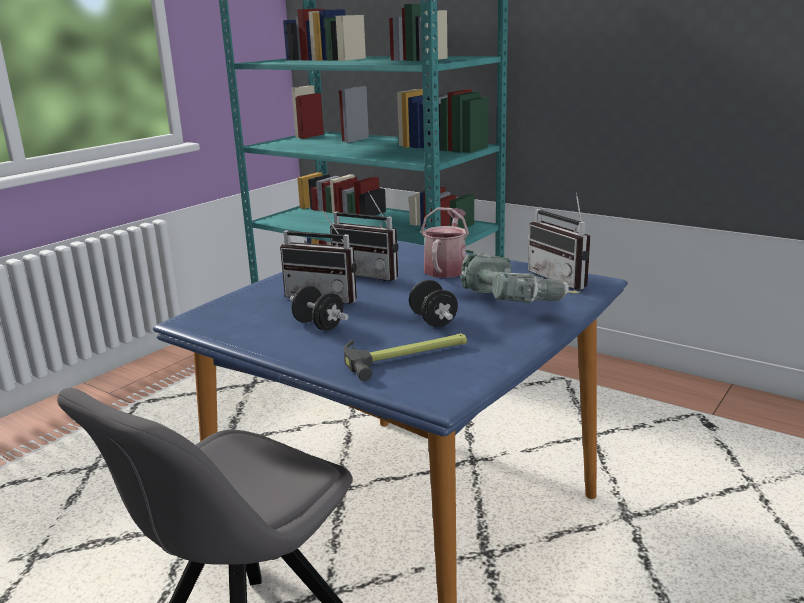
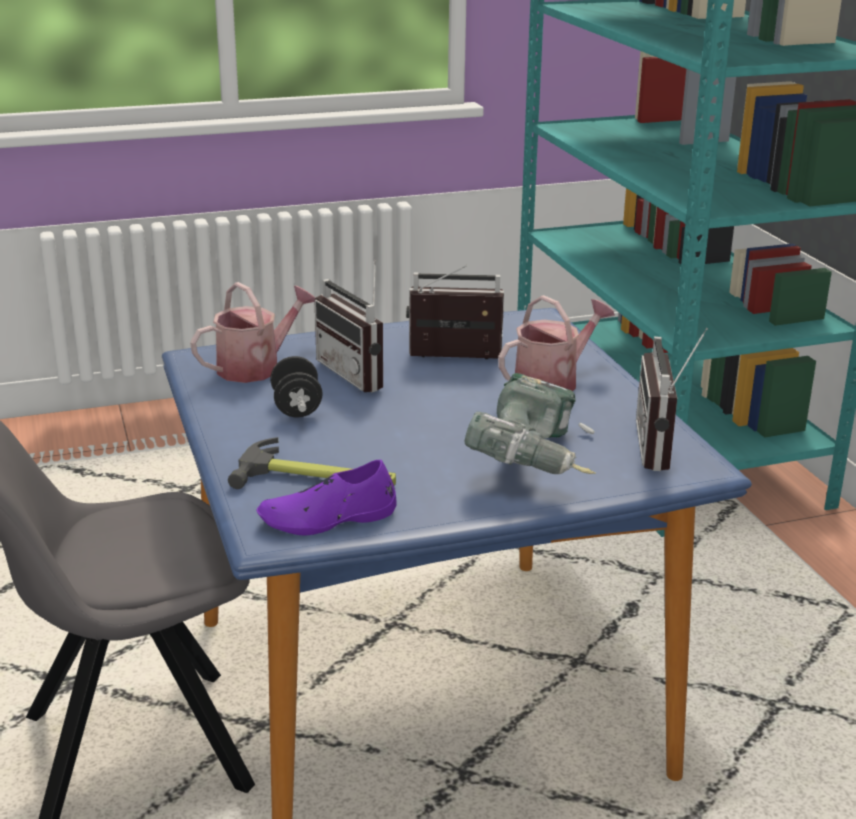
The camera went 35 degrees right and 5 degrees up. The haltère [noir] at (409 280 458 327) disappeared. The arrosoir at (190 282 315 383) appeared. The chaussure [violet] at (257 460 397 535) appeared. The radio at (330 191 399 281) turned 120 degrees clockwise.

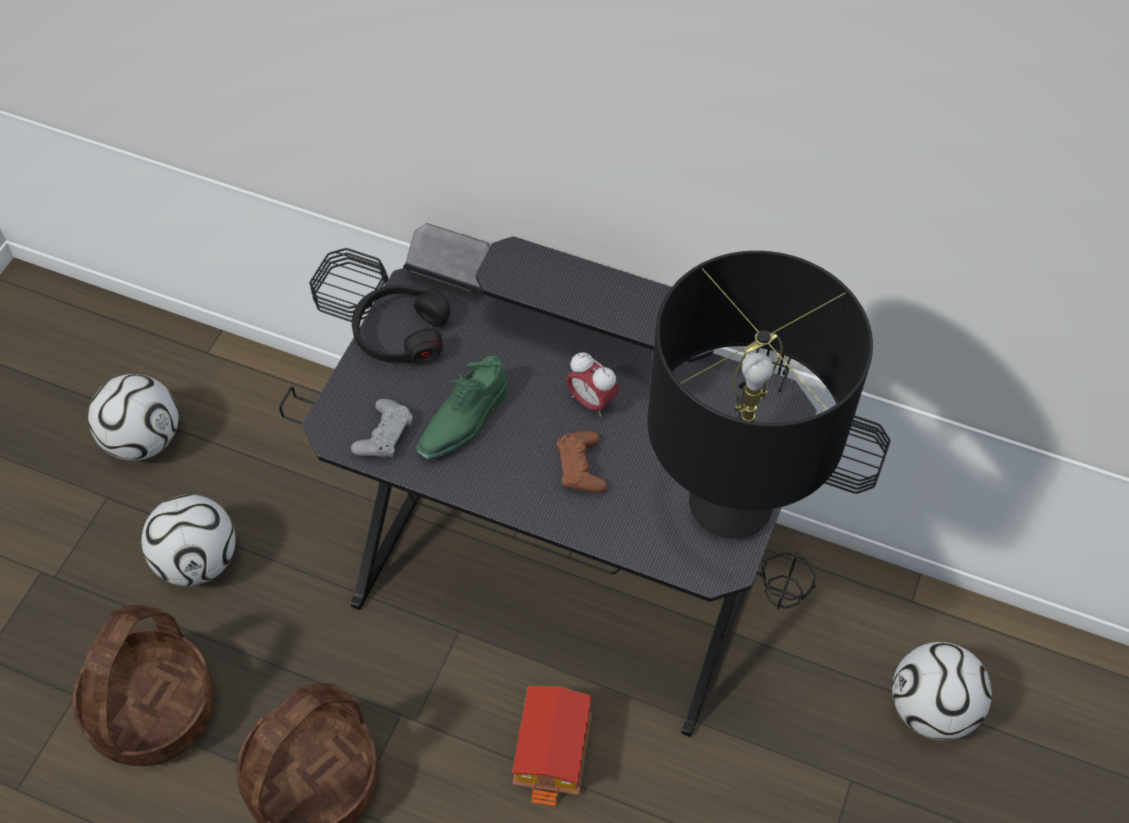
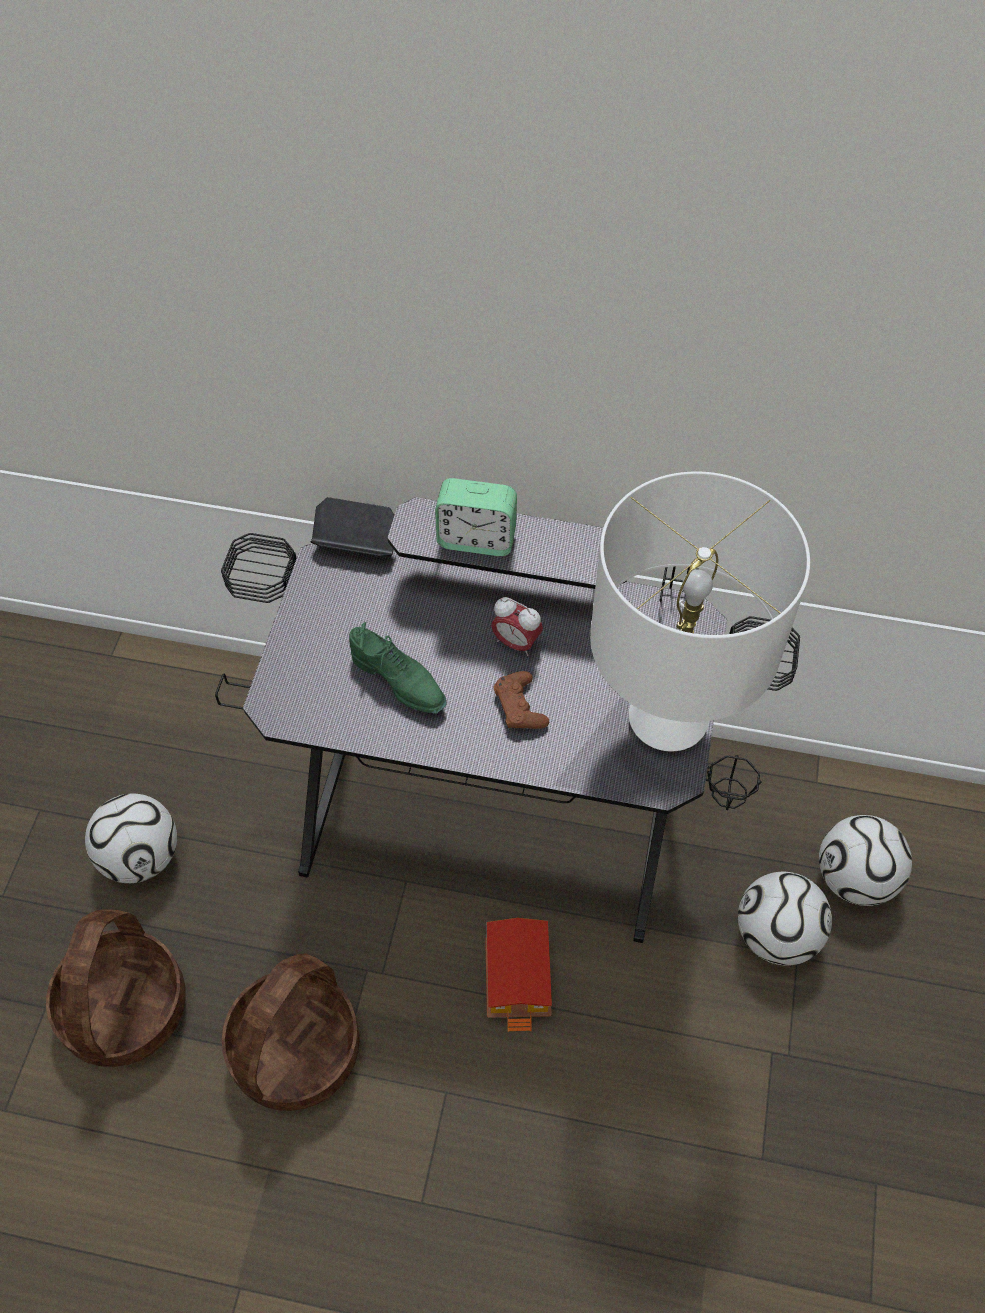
The camera went 10 degrees left and 0 degrees up. The manette [gris] at (351 399 413 458) disappeared. The casque audio [noir] at (352 284 450 364) disappeared. The réveil at (435 478 517 556) appeared. The ballon de foot moved from (88 374 178 461) to (738 872 832 965). The lampe de table [noir] at (647 251 873 539) became the lampe de table [blanc] at (590 472 810 751). The chaussure [vert] at (417 355 508 459) turned 75 degrees counterclockwise.

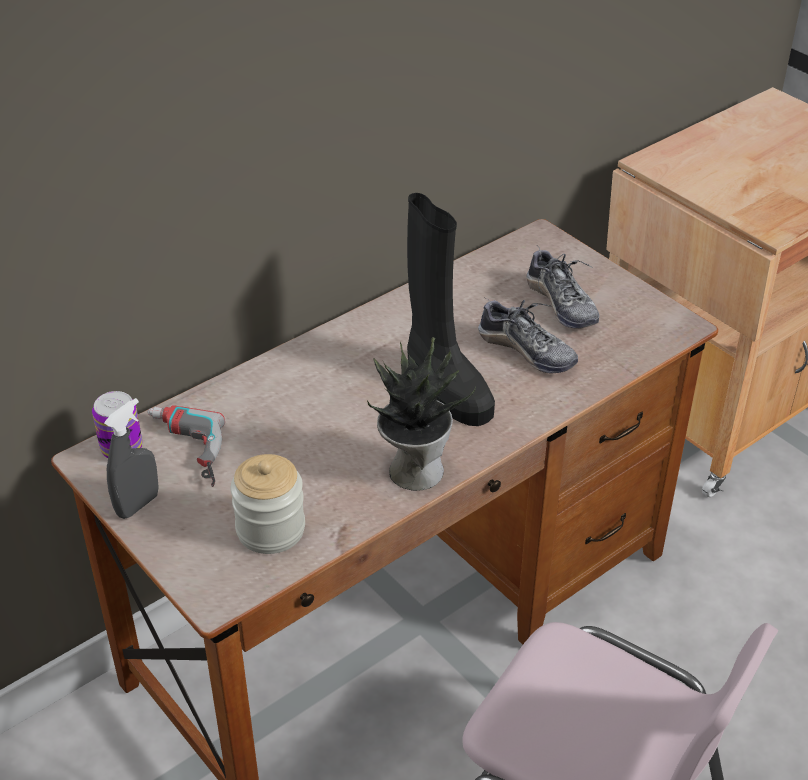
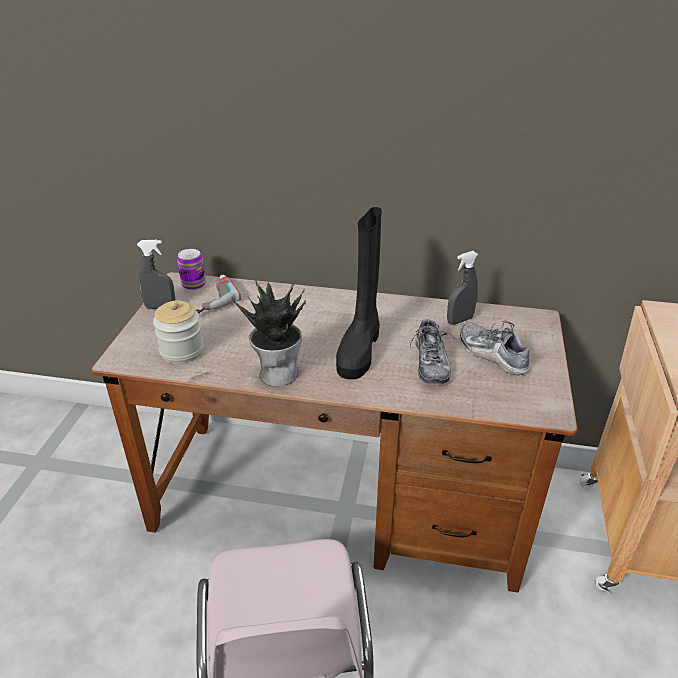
The camera went 50 degrees right and 5 degrees down. The vaporisateur [gris] at (447 251 479 325) appeared. The chaussure at (526 247 599 329) turned 120 degrees clockwise.

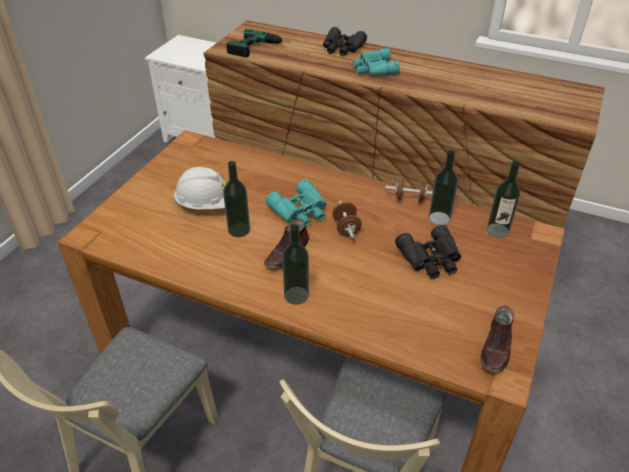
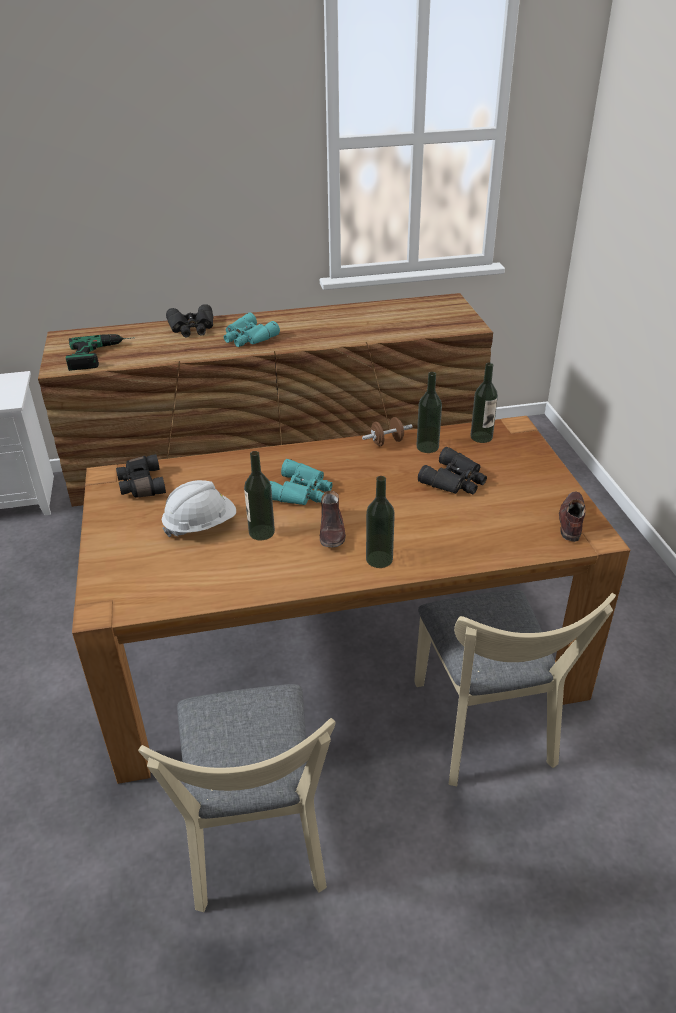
The camera went 35 degrees left and 5 degrees down. The haltère [marron] at (332 201 362 238) disappeared. The jumelles [noir] at (116 454 166 498) appeared. The chaussure [marron] at (481 306 514 373) turned 150 degrees counterclockwise.

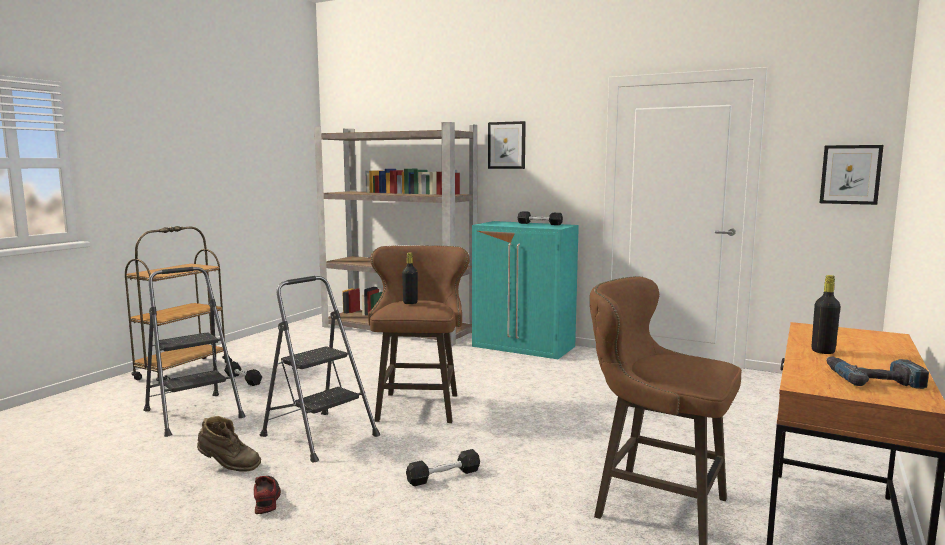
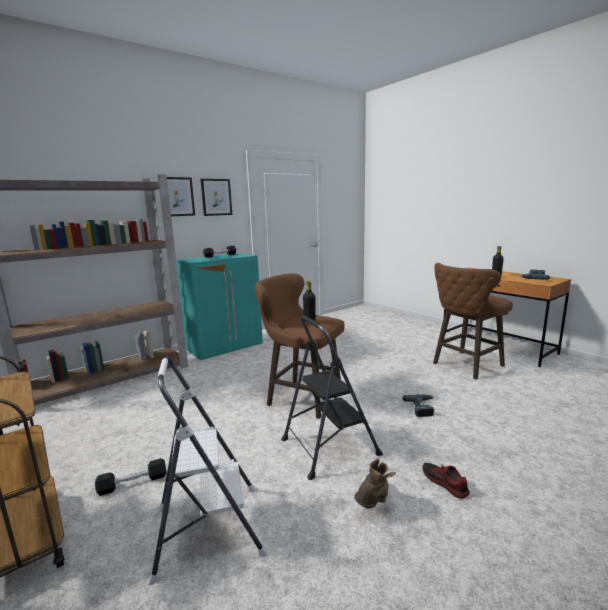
The camera went 65 degrees left and 5 degrees up. The tableau moved from (820 145 884 205) to (200 179 232 216). The haltère [noir] at (406 449 480 486) was replaced by the perceuse at (403 394 434 417). The escabeau [noir] at (143 267 246 437) became the escabeau [blanc] at (147 357 269 586). The chaussure at (254 476 281 514) turned 45 degrees clockwise.

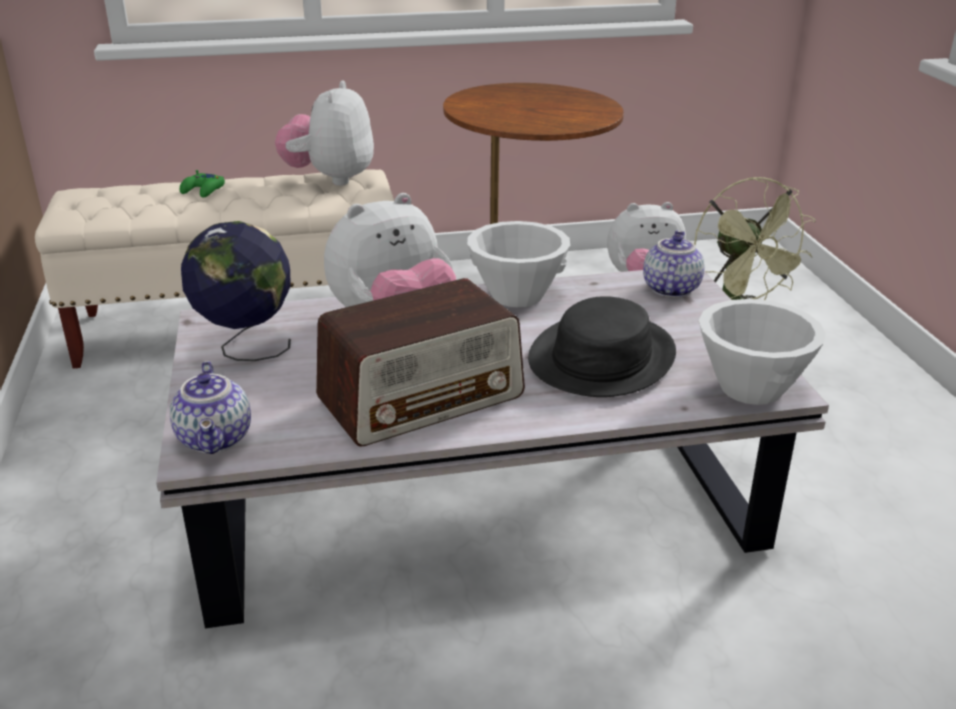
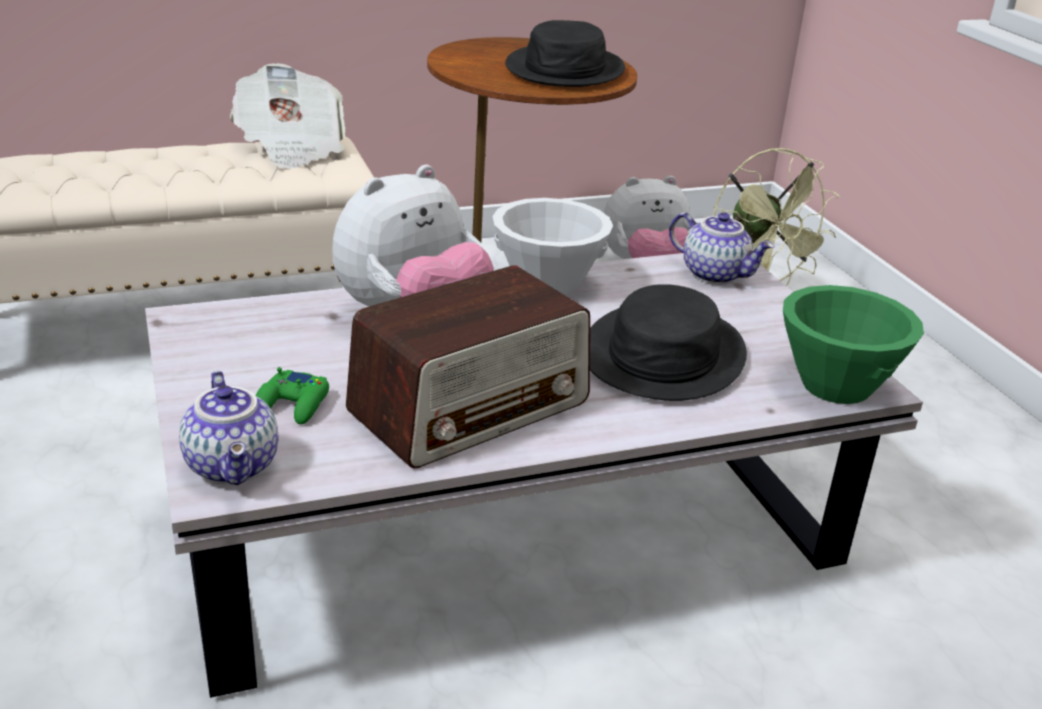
The camera went 10 degrees left and 0 degrees up. The globe at (181 221 291 361) disappeared. The chapeau [noir] at (505 20 625 87) appeared. The manette [vert] moved from (180 170 225 198) to (256 367 329 424). The peluche at (275 81 374 186) was replaced by the journal at (230 63 345 169). The bol [blanc] at (699 299 826 405) became the bol [vert] at (783 285 924 404). The théière at (643 230 705 298) turned 120 degrees clockwise.

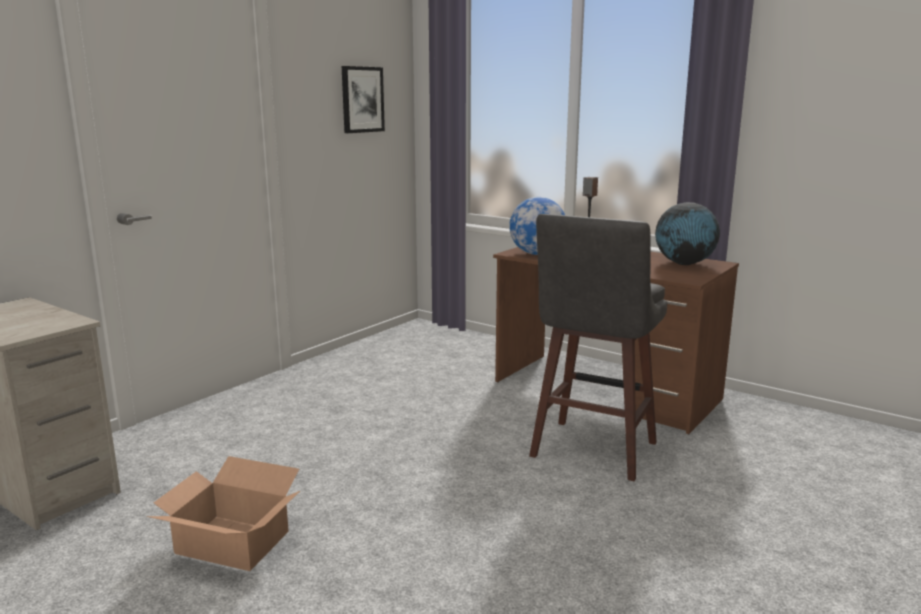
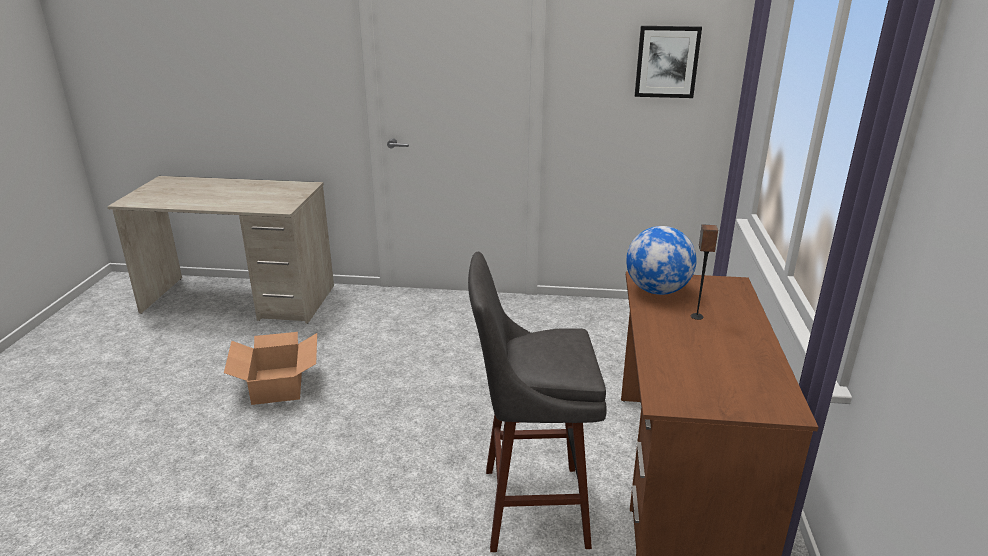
The camera went 60 degrees right and 10 degrees up. The globe at (655 202 720 265) disappeared.

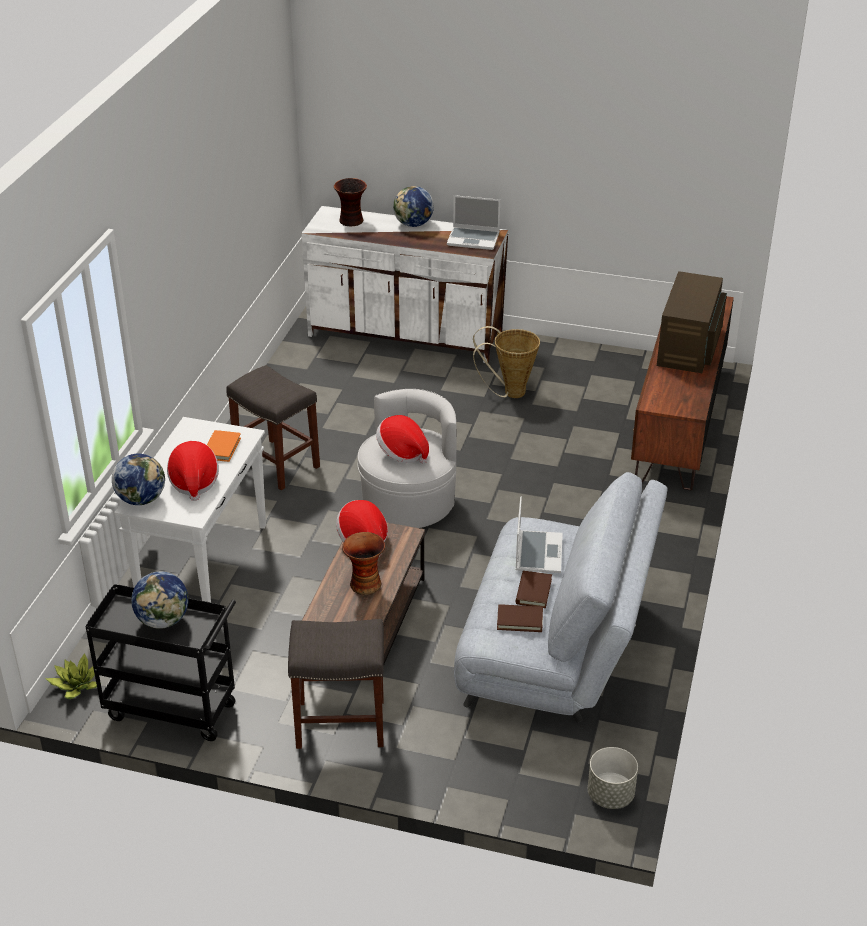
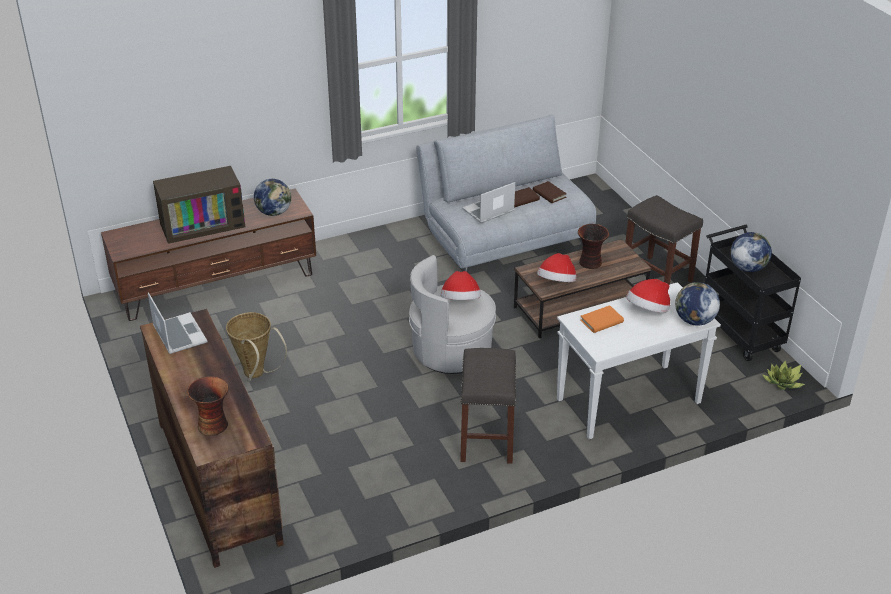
The camera went 130 degrees left and 0 degrees up. The cache-pot [gris] at (588 747 638 809) disappeared. The globe moved from (393 186 434 227) to (254 179 291 216). The meuble de rangement [blanc] at (301 206 508 363) became the meuble de rangement [marron] at (140 309 284 568).

